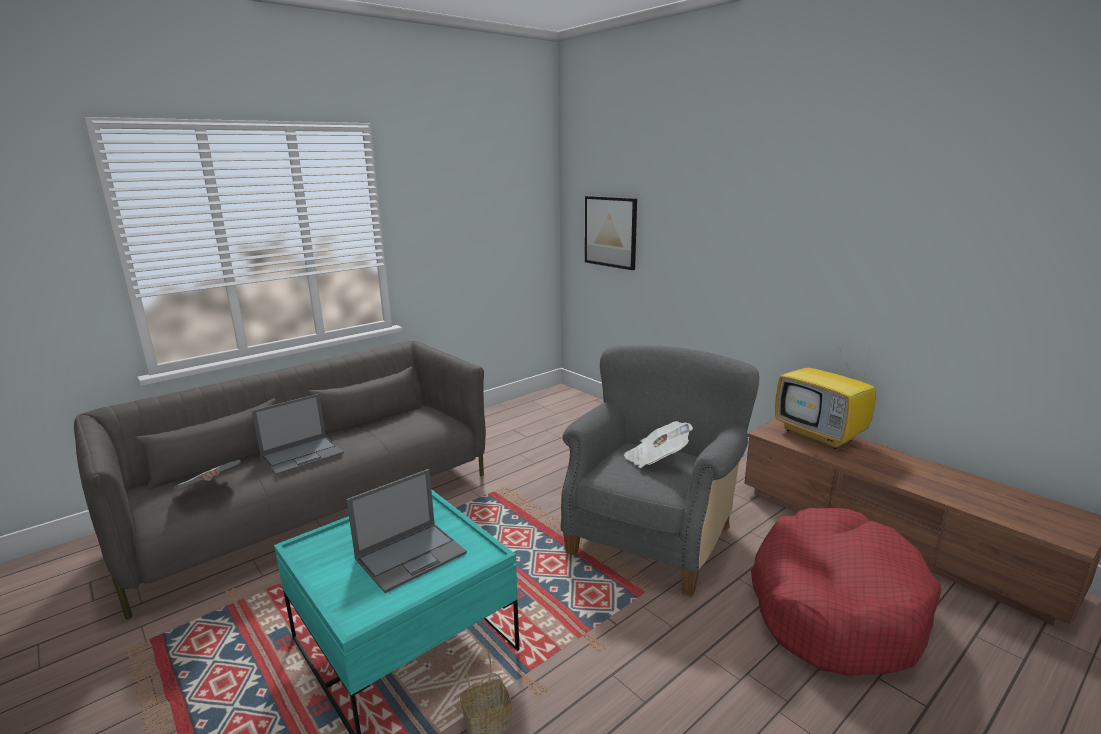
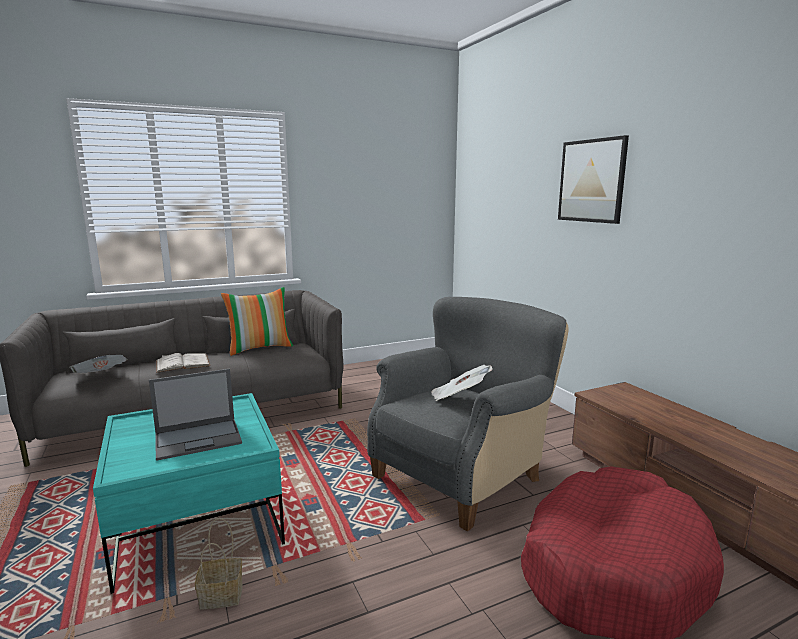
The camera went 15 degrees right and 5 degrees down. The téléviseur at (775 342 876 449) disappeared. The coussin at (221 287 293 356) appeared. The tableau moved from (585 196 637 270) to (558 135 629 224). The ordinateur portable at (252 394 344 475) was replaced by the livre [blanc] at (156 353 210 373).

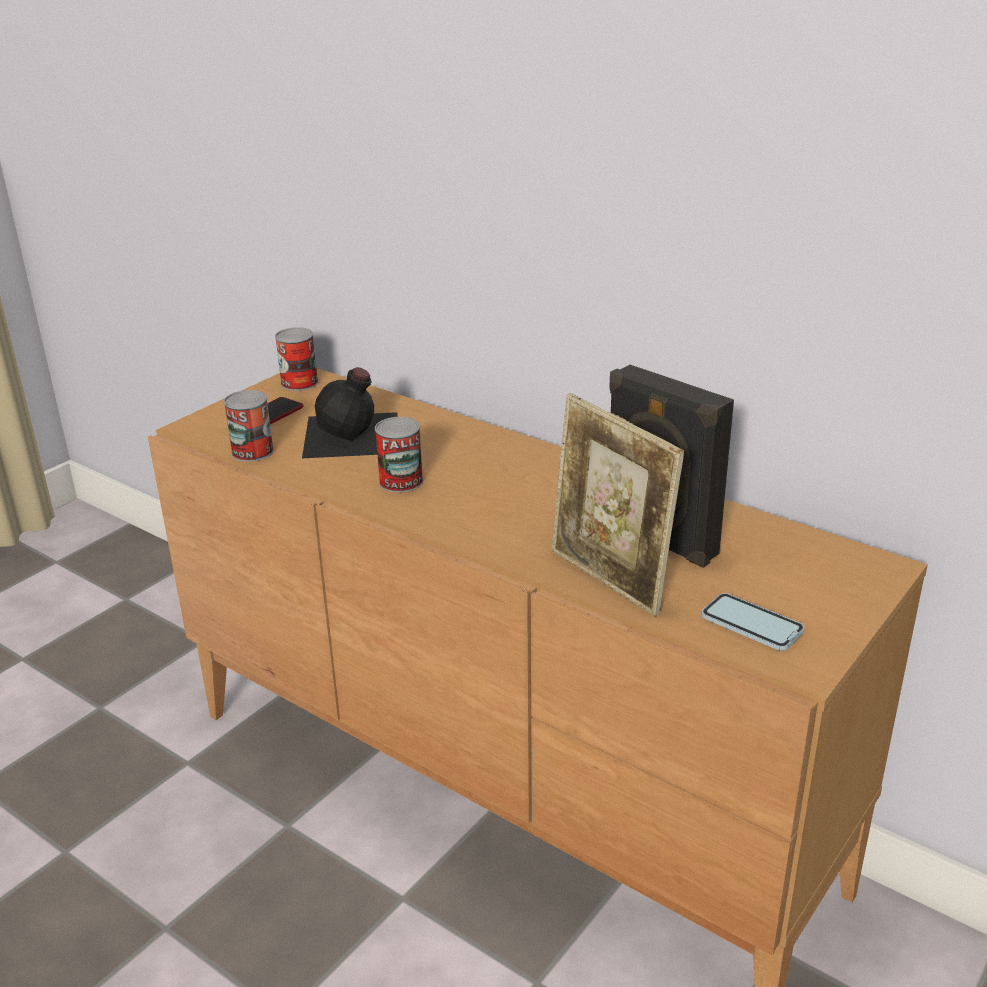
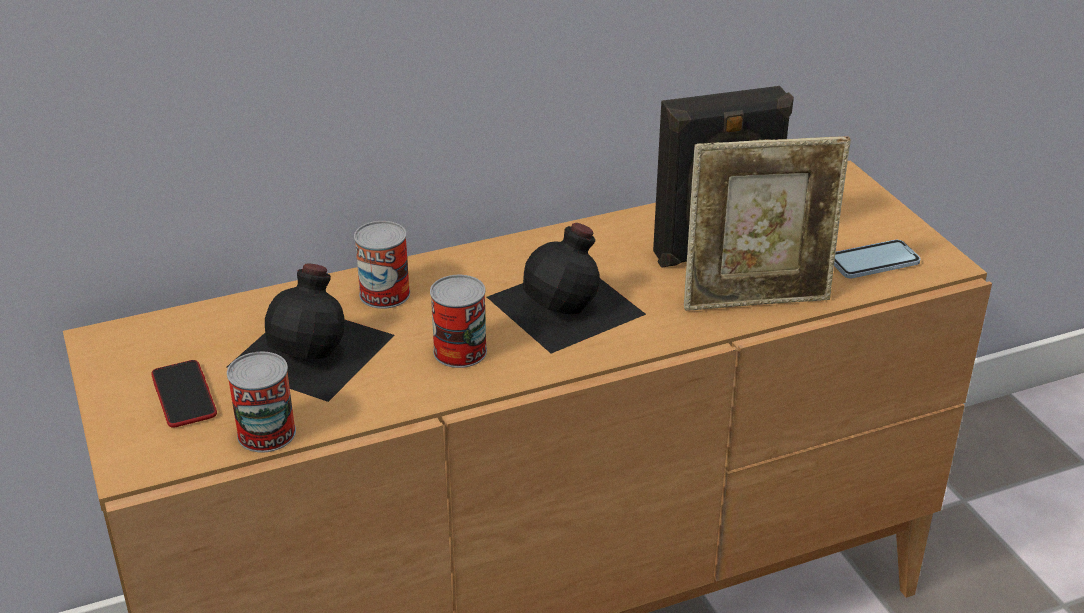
The camera went 60 degrees left and 5 degrees up. The bouteille [noir] at (487 223 646 354) appeared. The boîte métallique moved from (275 327 318 391) to (354 221 410 309).

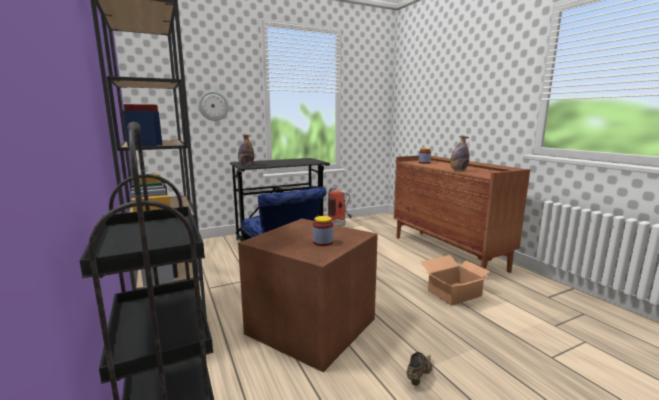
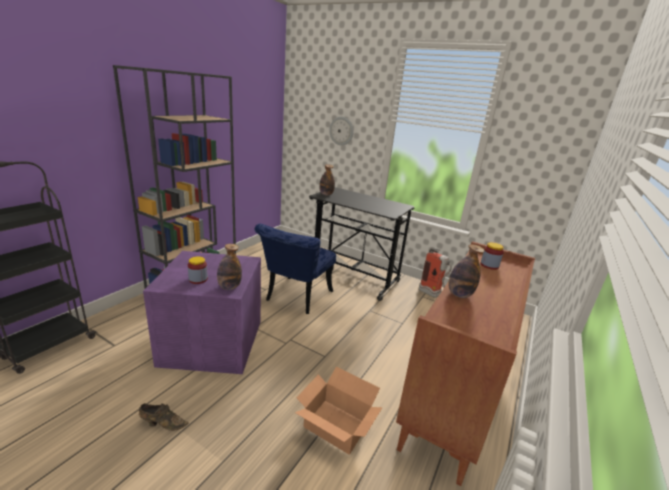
The camera went 55 degrees right and 10 degrees up. The bouteille at (217 244 242 290) appeared. The boîte de rangement [marron] at (238 219 378 372) became the boîte de rangement [violet] at (143 251 261 374).

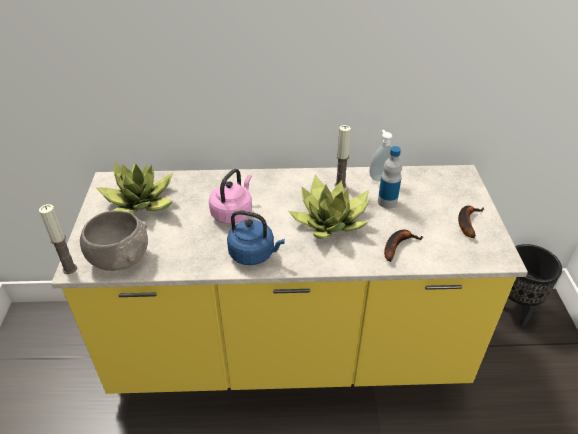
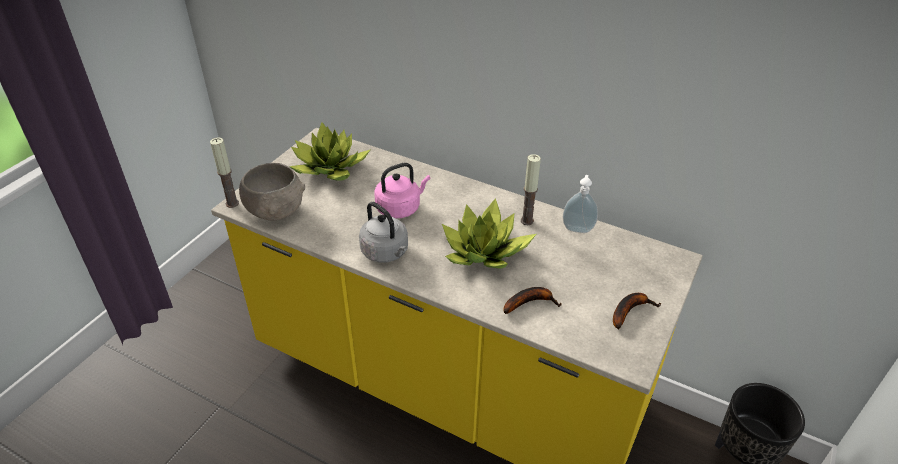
The camera went 30 degrees right and 0 degrees up. The bouteille at (378 146 402 208) disappeared. The bouilloire [bleu] at (227 210 285 265) became the bouilloire [gris] at (359 202 408 262).

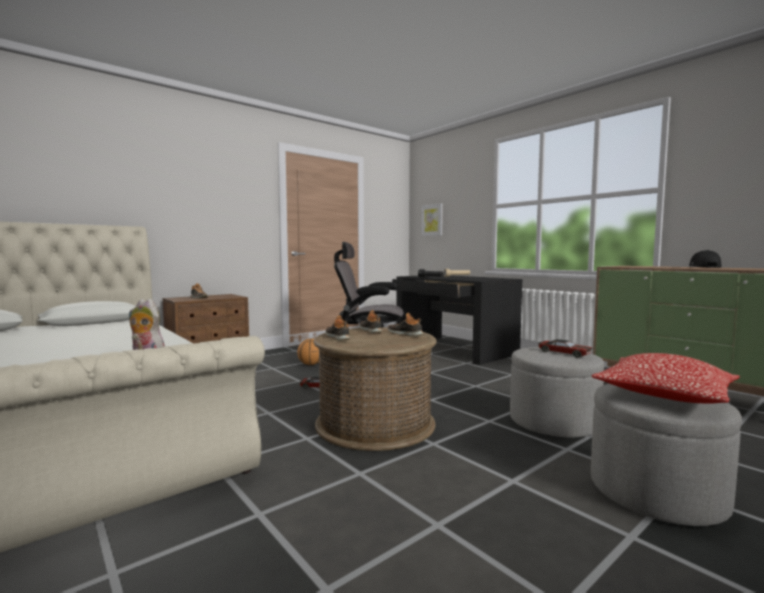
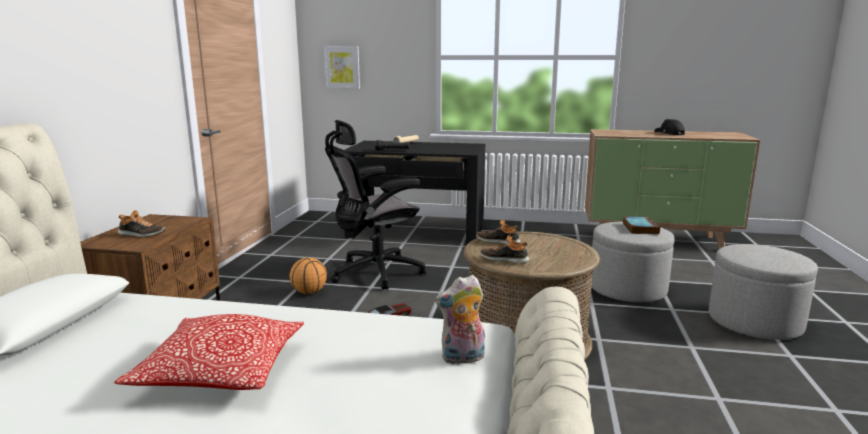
The camera went 40 degrees left and 10 degrees up. The chaussure at (388 313 424 336) disappeared. The coussin moved from (592 353 740 404) to (114 314 304 390). The petite voiture at (538 339 593 358) was replaced by the livre at (623 217 660 234).

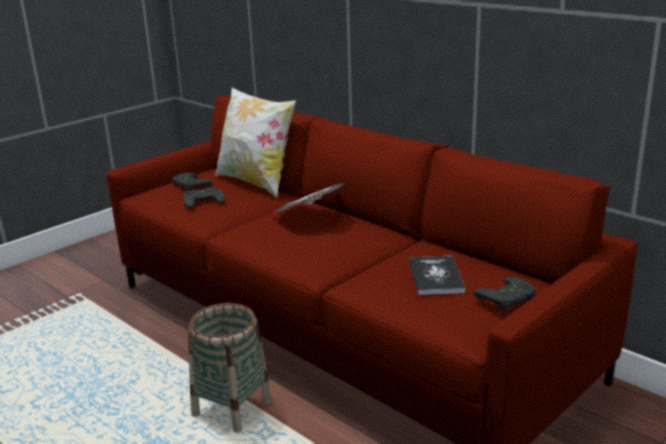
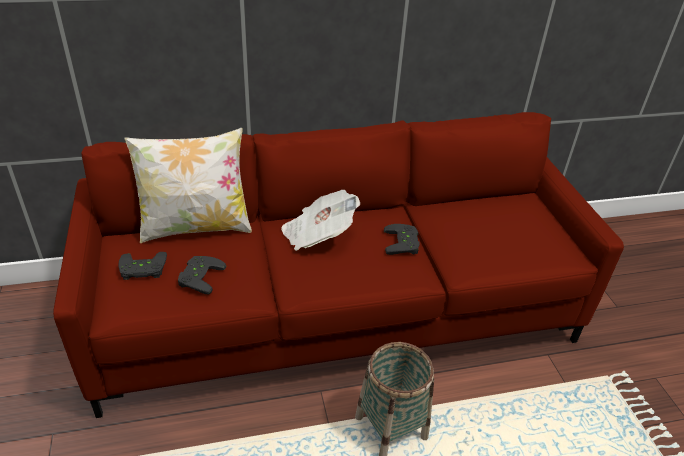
The camera went 60 degrees left and 15 degrees up. The livre at (409 255 466 295) disappeared. The manette [noir] moved from (474 277 536 311) to (384 224 420 255).

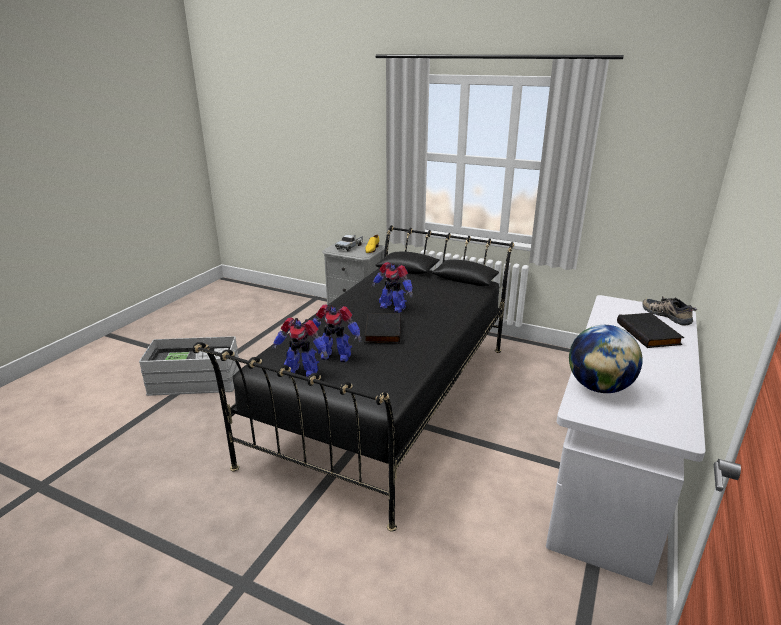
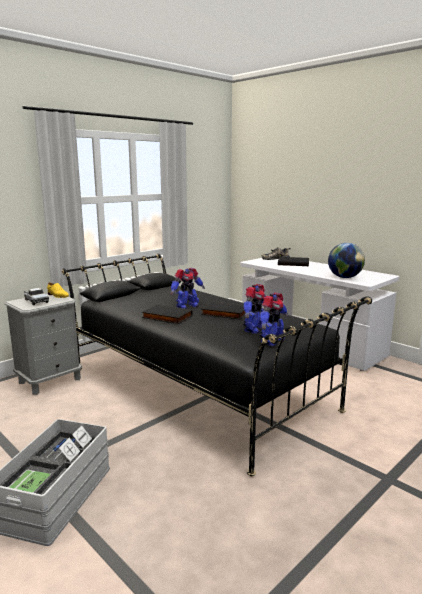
The camera went 70 degrees left and 10 degrees down. The livre [noir] at (142 305 193 324) appeared.

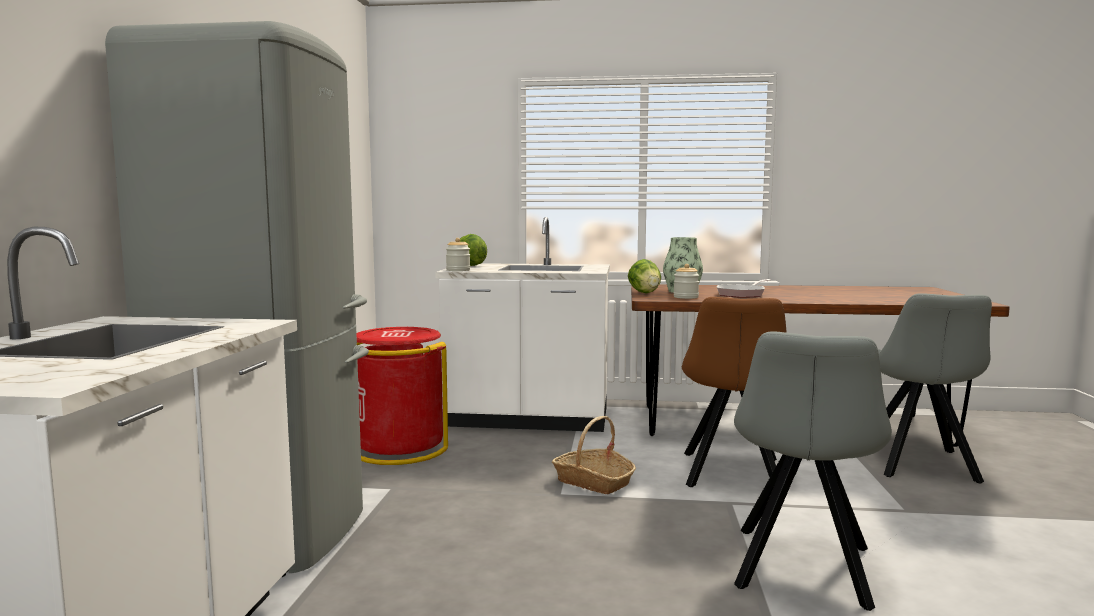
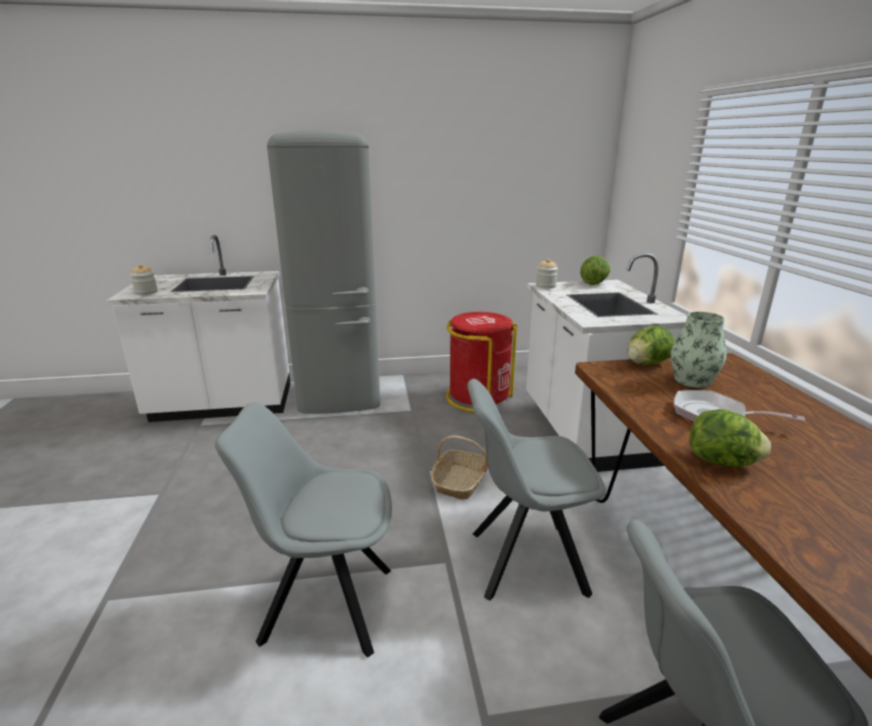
The camera went 75 degrees right and 15 degrees up. The laitue at (690 409 771 467) appeared. The bocal moved from (674 264 699 299) to (130 264 158 295). The chaise [marron] at (682 297 787 487) became the chaise [gris] at (468 379 606 601).

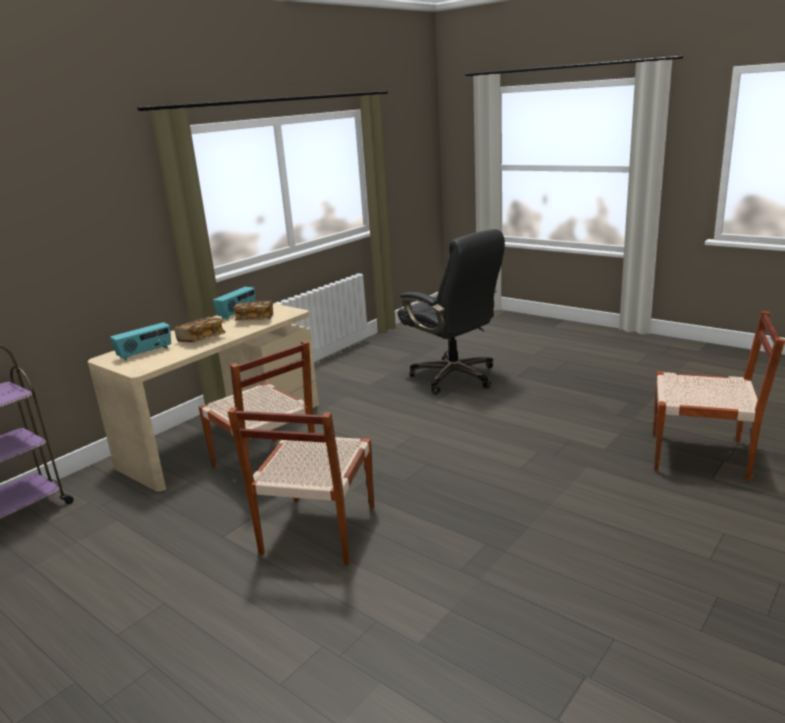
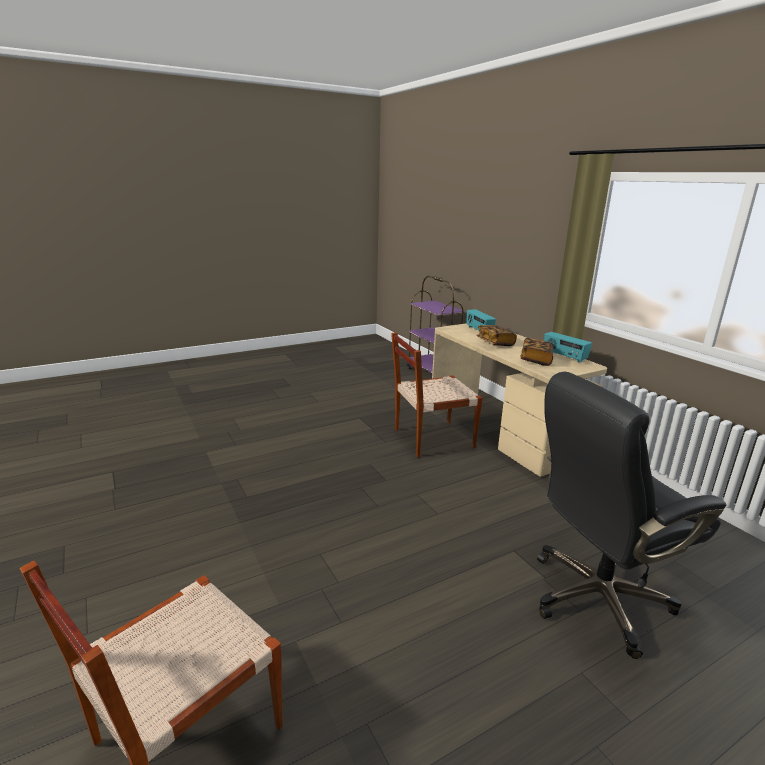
The camera went 110 degrees right and 0 degrees up. The chaise at (228 407 374 565) disappeared.

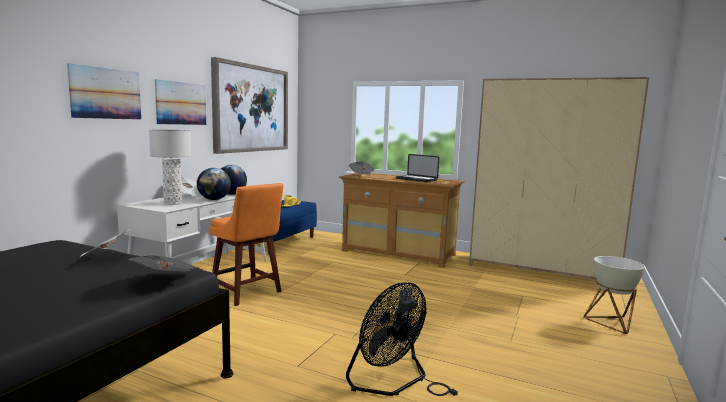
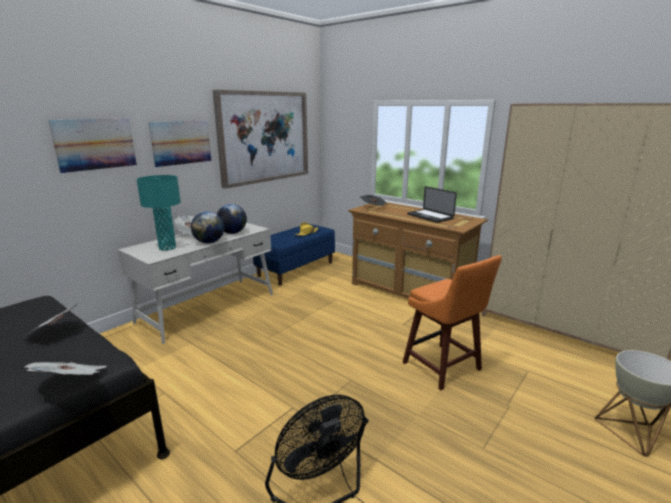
The camera went 15 degrees right and 10 degrees up. The chaise [orange] moved from (209 183 283 306) to (402 255 502 390). The lampe de table [blanc] at (149 129 191 205) became the lampe de table [turquoise] at (136 175 181 251).

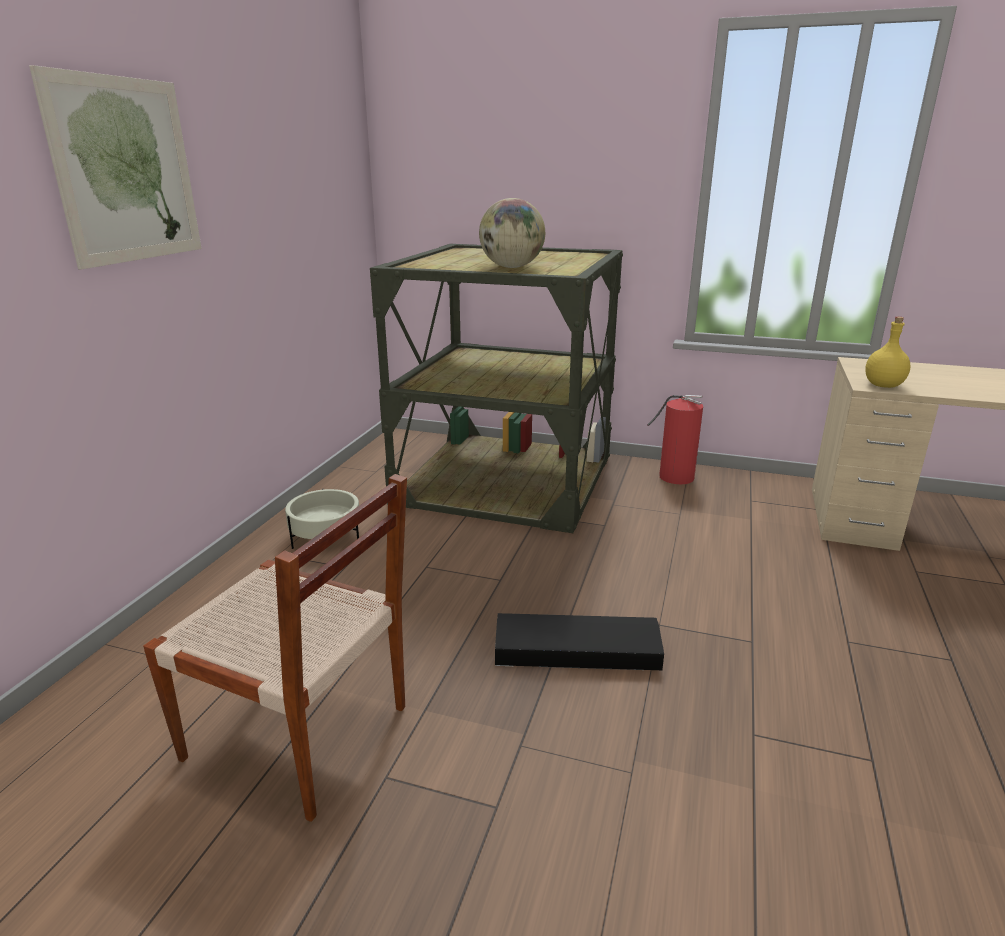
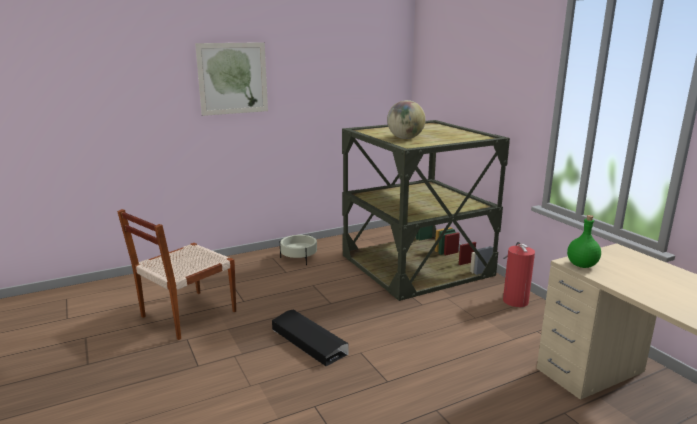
The camera went 45 degrees right and 5 degrees down. The bouteille [jaune] at (865 317 911 388) became the bouteille [vert] at (567 215 601 268). The chaise at (143 474 407 822) turned 60 degrees clockwise.

